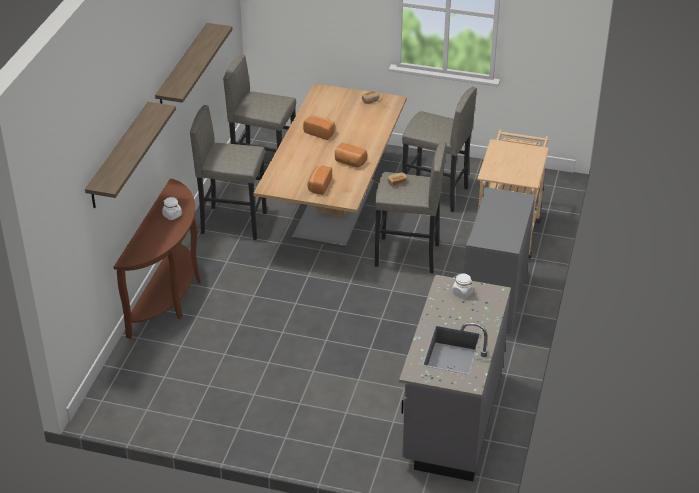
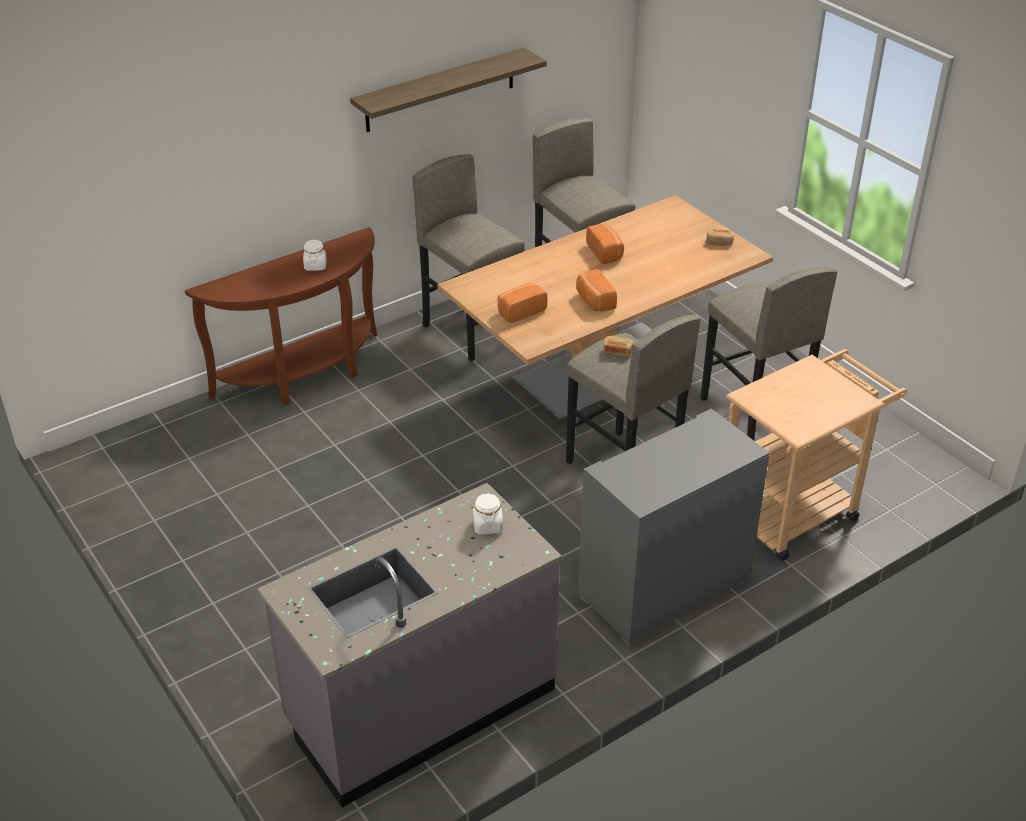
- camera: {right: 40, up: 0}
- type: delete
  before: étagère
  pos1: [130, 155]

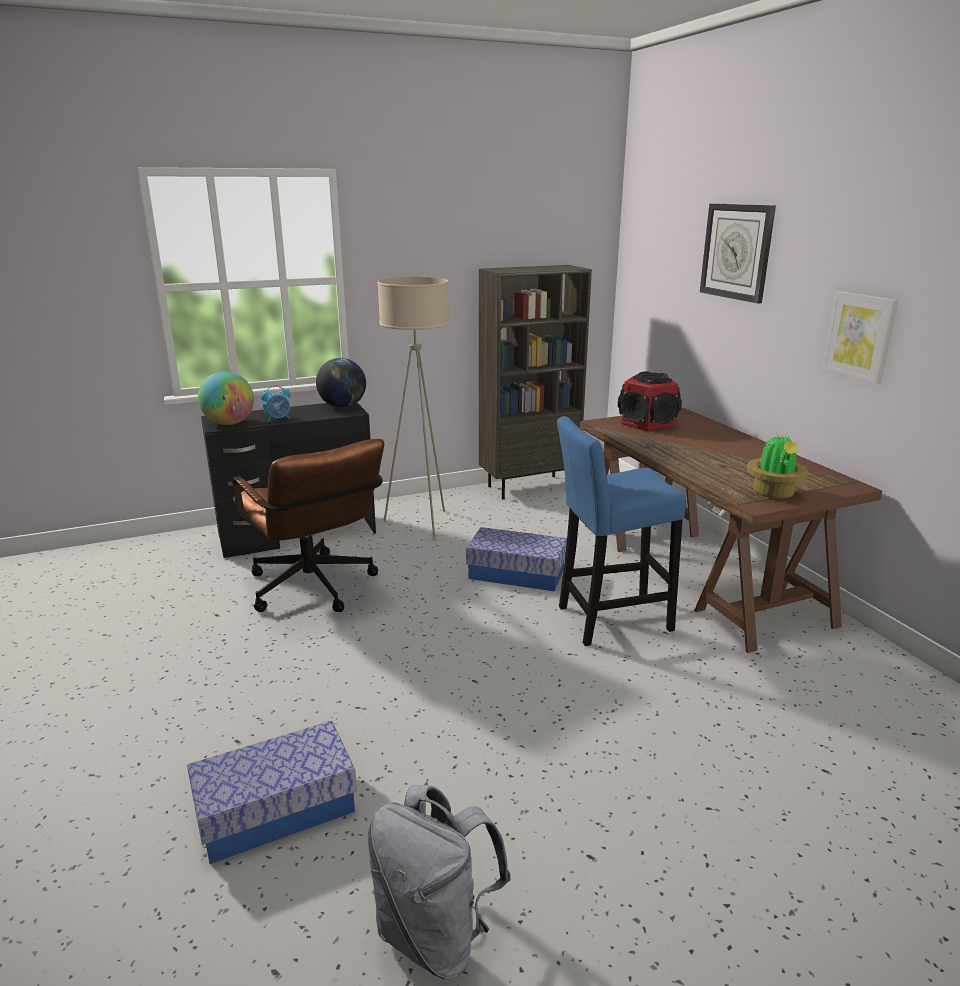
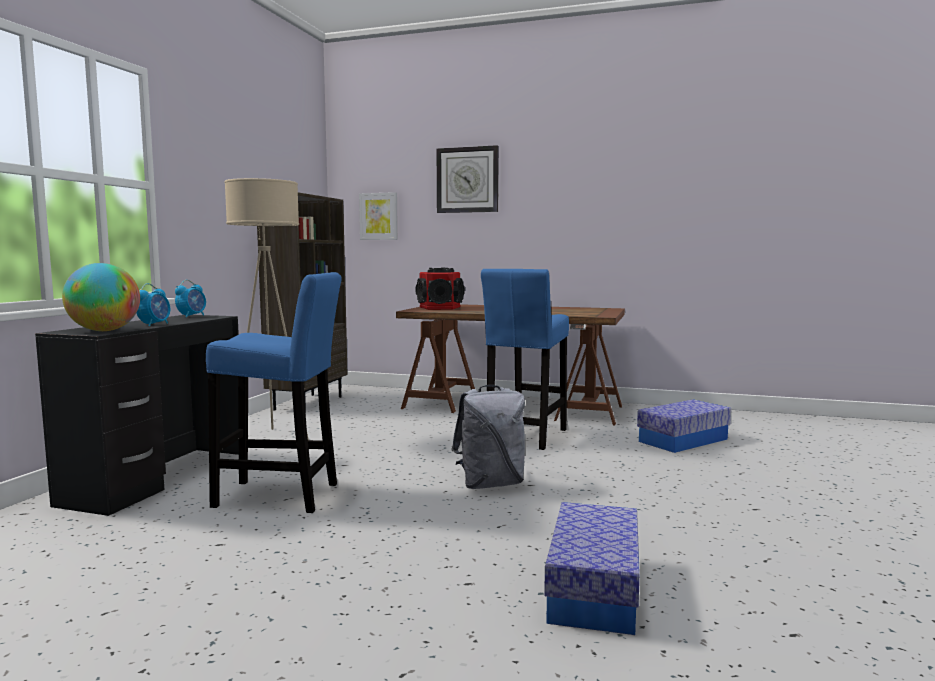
- camera: {right: -50, up: -15}
- type: replace
  before: globe
  after: réveil
  pos1: [341, 383]
  pos2: [190, 299]
- type: replace
  before: chaise de bureau [marron]
  after: tabouret [bleu]
  pos1: [308, 525]
  pos2: [274, 392]
- type: move
  before: tableau
  pos1: [860, 337]
  pos2: [378, 216]
- type: move
  before: sac à dos [gris]
  pos1: [439, 882]
  pos2: [488, 437]
- type: move
  before: boîte de rangement
  pos1: [516, 559]
  pos2: [684, 426]
- type: delete
  before: plante en pot
  pos1: [777, 465]

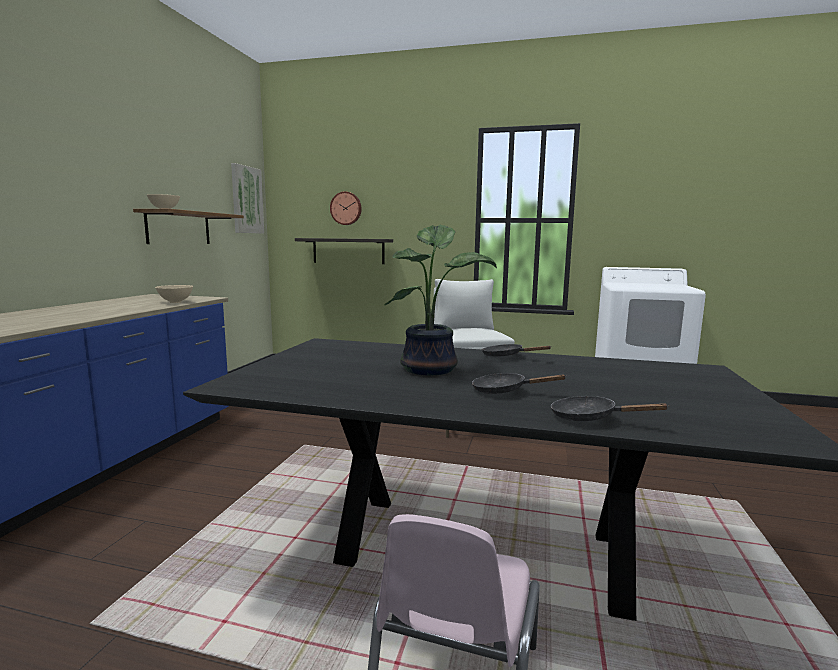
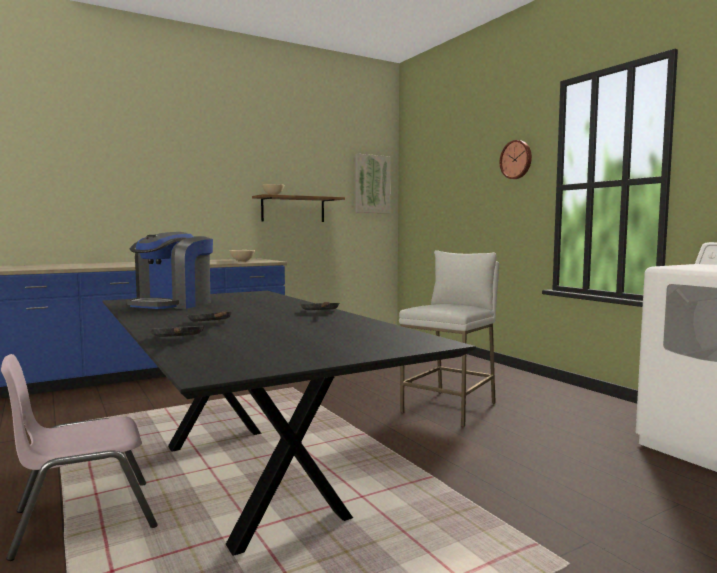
- camera: {right: 45, up: -5}
- type: insert
  after: machine à café
  pos2: [170, 270]
- type: move
  before: horloge murale
  pos1: [346, 208]
  pos2: [516, 159]
- type: delete
  before: étagère
  pos1: [344, 251]
- type: delete
  before: plante en pot
  pos1: [440, 300]

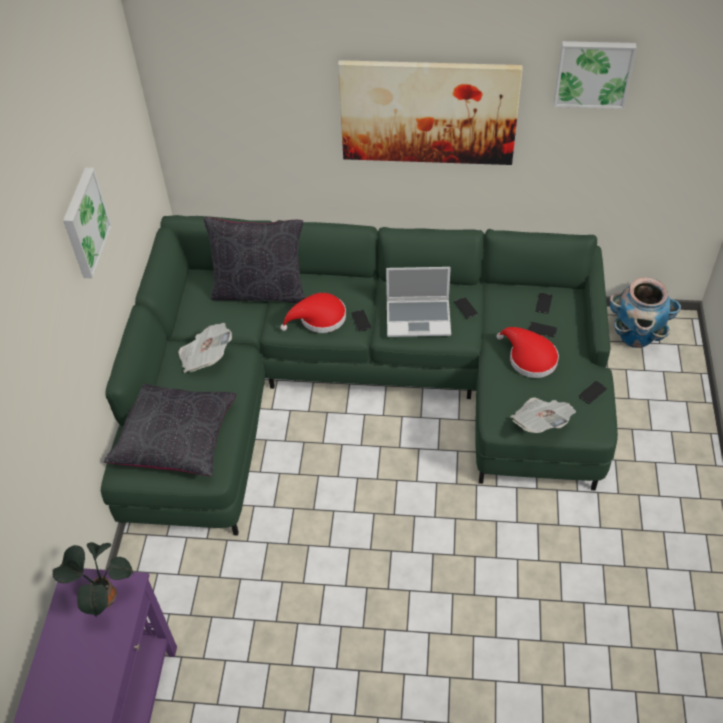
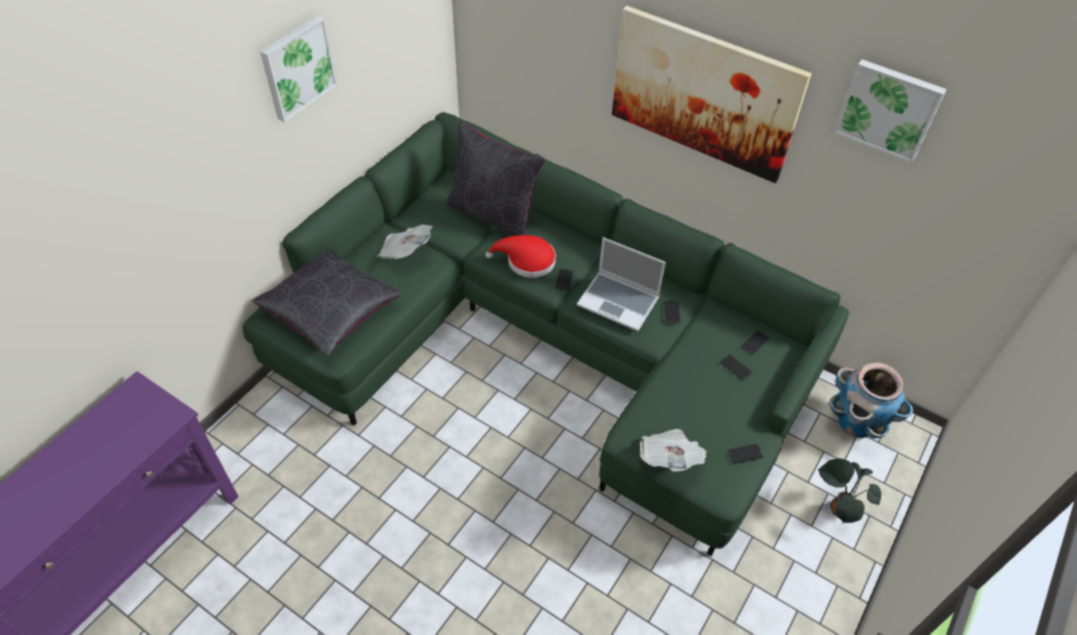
- camera: {right: 25, up: 0}
- type: move
  before: plante en pot
  pos1: [93, 579]
  pos2: [849, 490]
- type: delete
  before: chapeau [rouge]
  pos1: [527, 352]

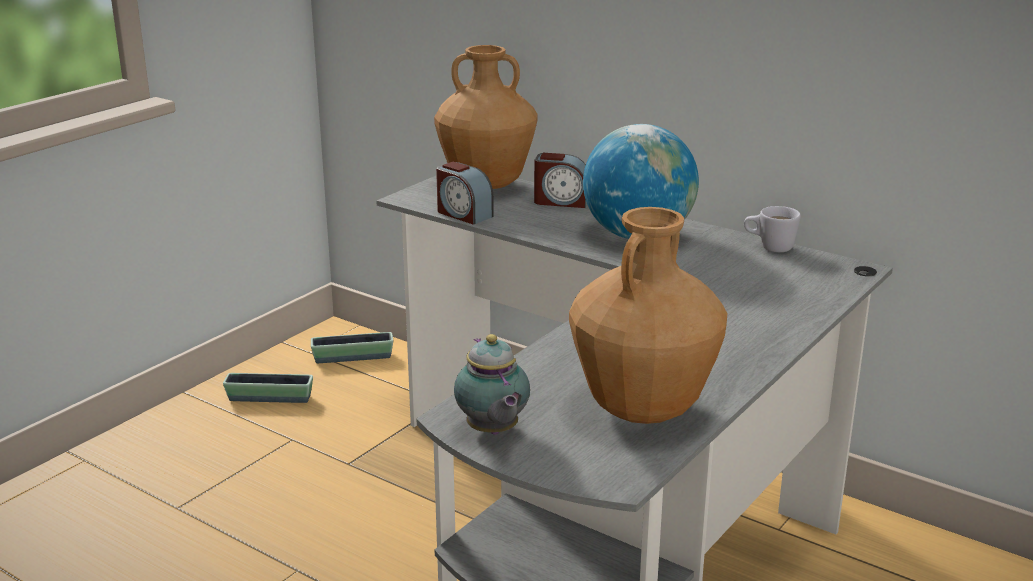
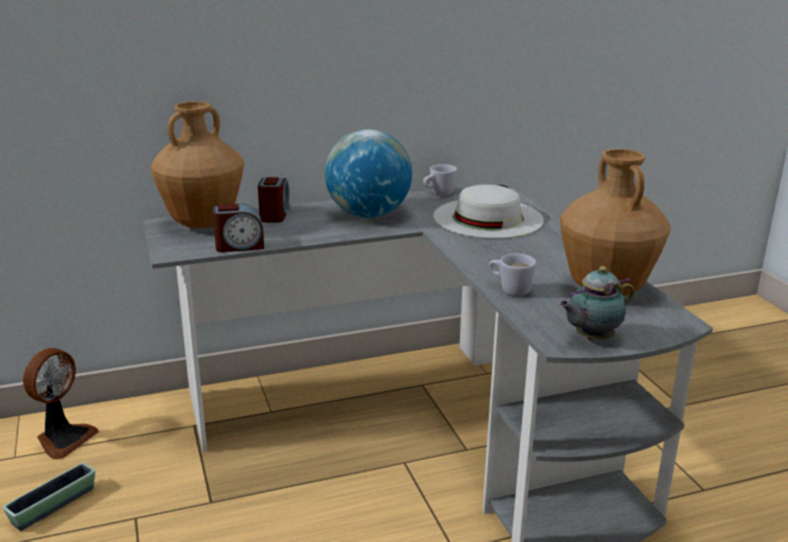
- camera: {right: -55, up: 0}
- type: replace
  before: cache-pot
  after: ventilateur
  pos1: [352, 347]
  pos2: [61, 403]
- type: rotate
  before: réveil
  pos1: [560, 180]
  pos2: [273, 200]
  turn: -45
- type: insert
  after: chapeau [blanc]
  pos2: [488, 211]
- type: insert
  after: mug [blanc]
  pos2: [513, 275]
- type: rotate
  before: théière
  pos1: [492, 384]
  pos2: [596, 303]
  turn: 135

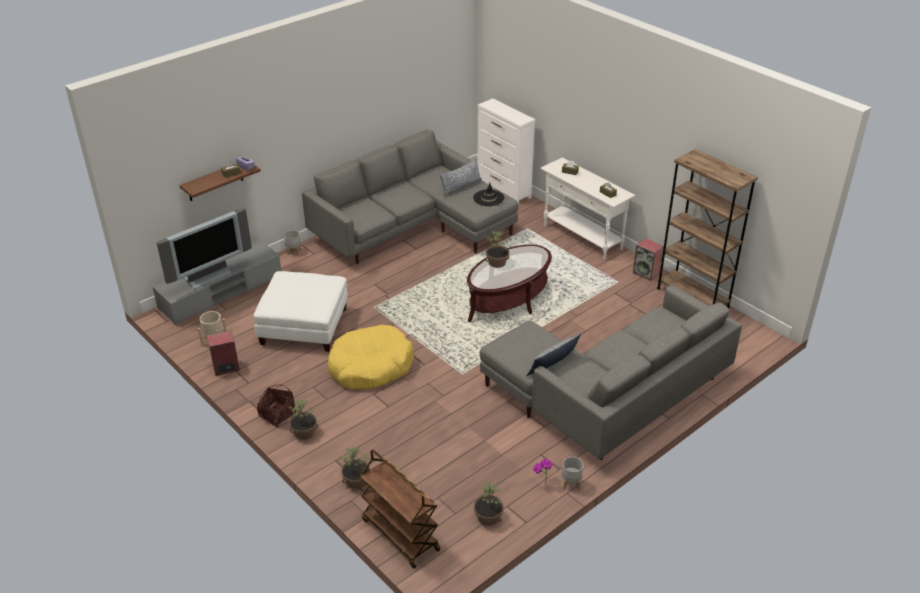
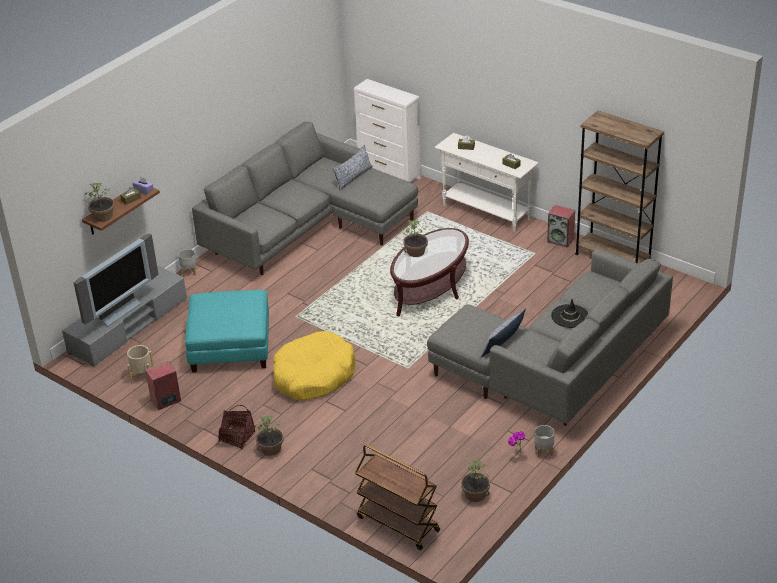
- camera: {right: -10, up: 0}
- type: move
  before: plante en pot
  pos1: [355, 468]
  pos2: [99, 202]
- type: recolor
  before: pouf [blanc]
  after: pouf [turquoise]
  pos1: [301, 311]
  pos2: [227, 331]
- type: move
  before: chapeau [noir]
  pos1: [488, 194]
  pos2: [569, 313]

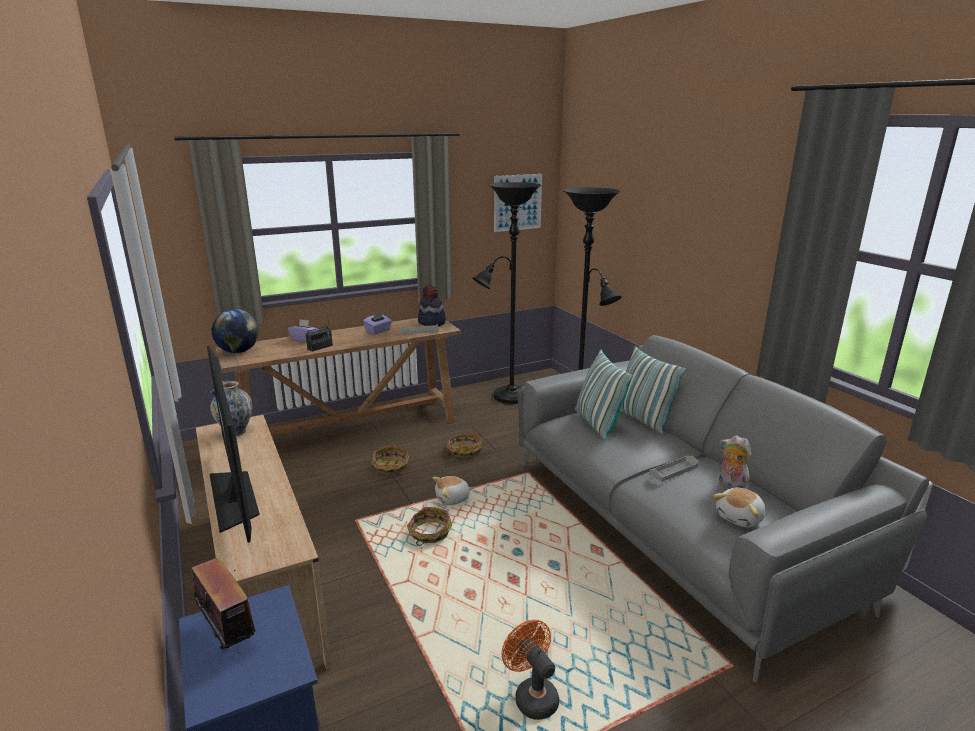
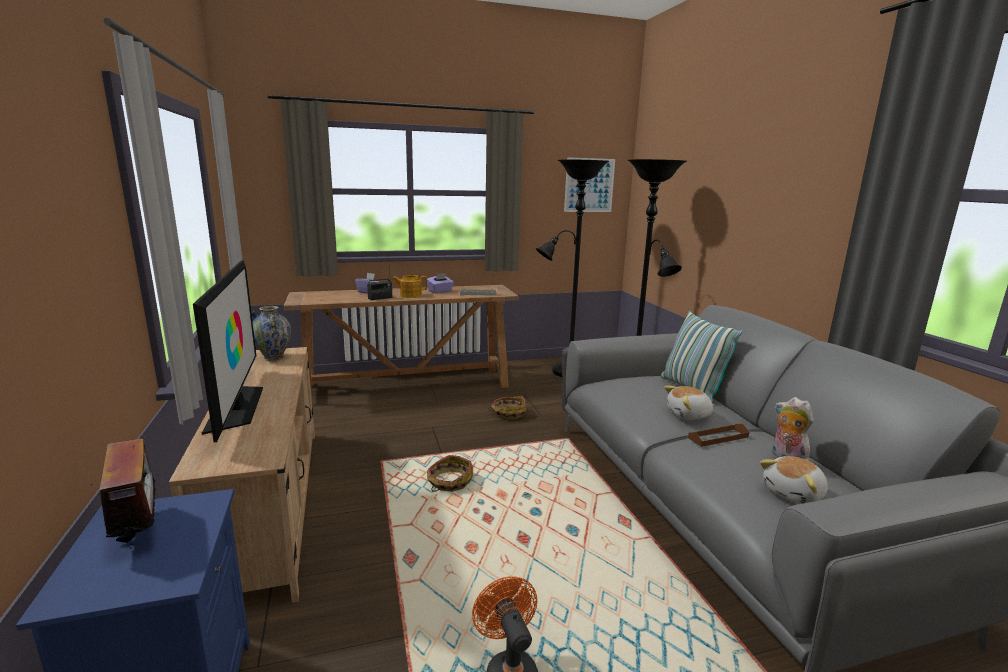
- camera: {right: 10, up: -5}
- type: insert
  after: théière
  pos2: [409, 286]
- type: move
  before: peluche
  pos1: [453, 490]
  pos2: [689, 403]
- type: recolor
  before: plateau [gris]
  after: plateau [marron]
  pos1: [674, 469]
  pos2: [718, 435]
- type: delete
  before: globe
  pos1: [235, 331]
- type: delete
  before: panier
  pos1: [390, 460]
- type: delete
  before: chapeau
  pos1: [432, 305]
- type: delete
  before: coussin
  pos1: [604, 394]

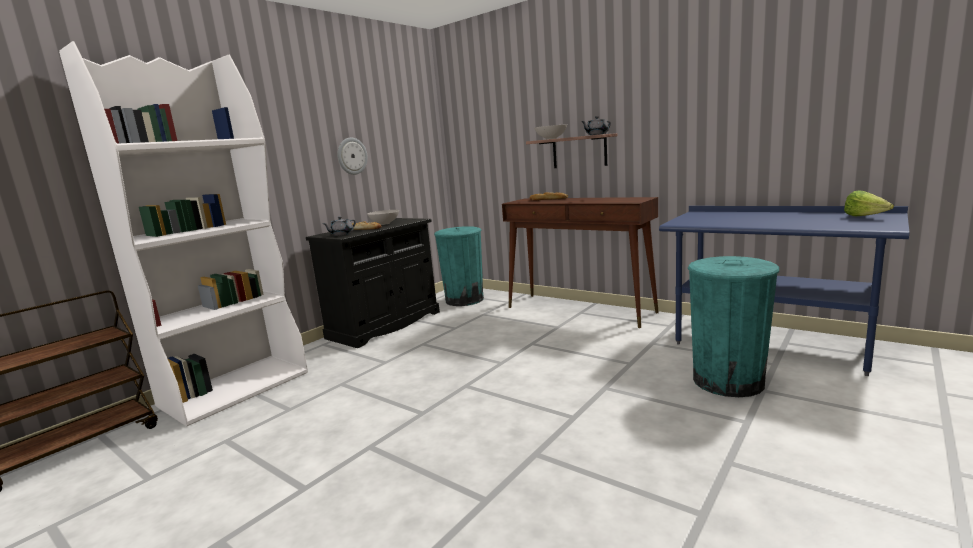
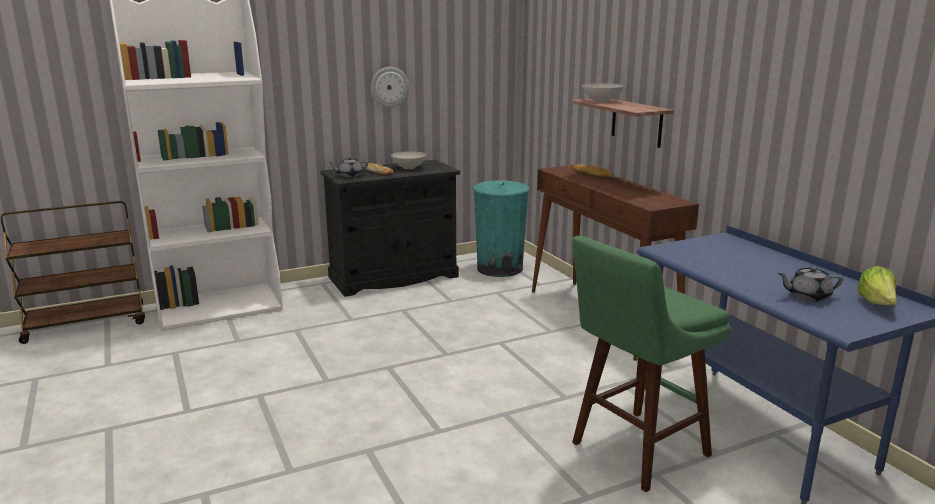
- camera: {right: 25, up: 5}
- type: replace
  before: poubelle [turquoise]
  after: tabouret [vert]
  pos1: [733, 326]
  pos2: [651, 364]
- type: move
  before: théière [gris]
  pos1: [596, 125]
  pos2: [810, 284]

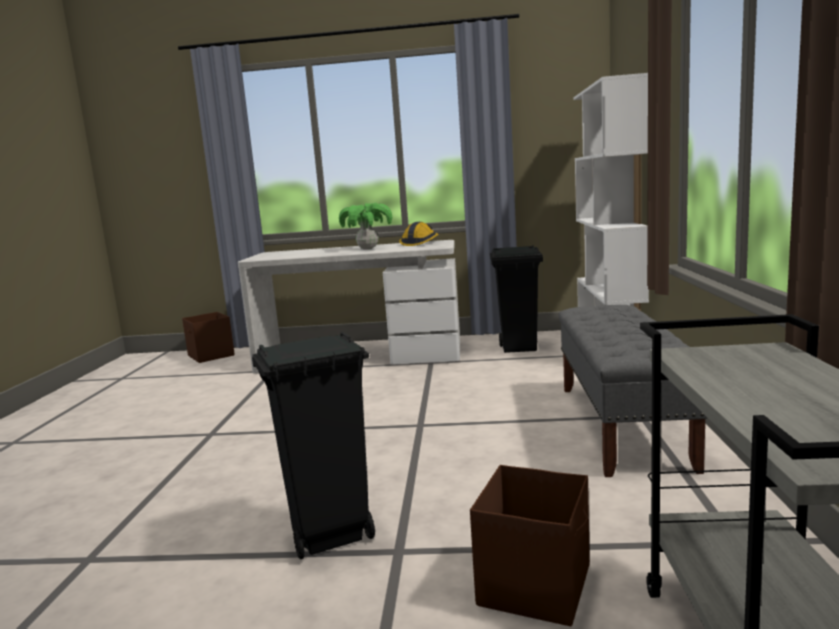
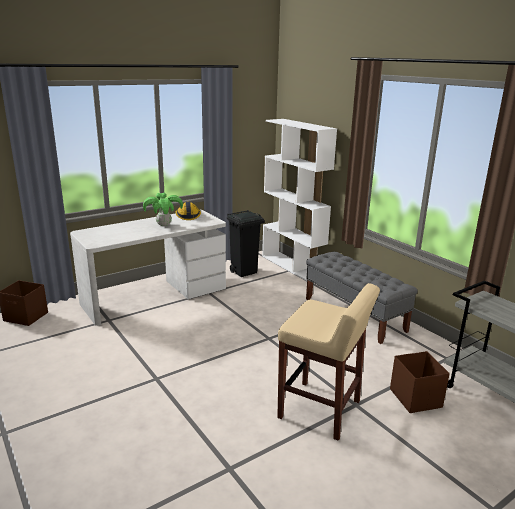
- camera: {right: -40, up: 10}
- type: replace
  before: poubelle [noir]
  after: tabouret [beige]
  pos1: [313, 445]
  pos2: [328, 362]

